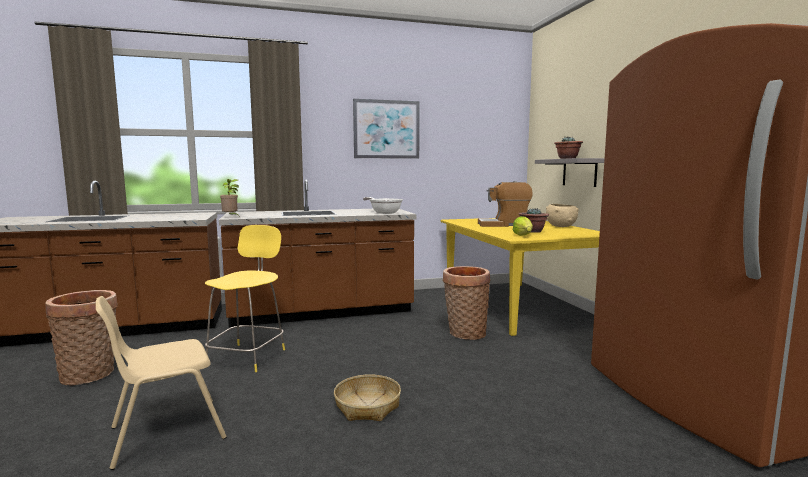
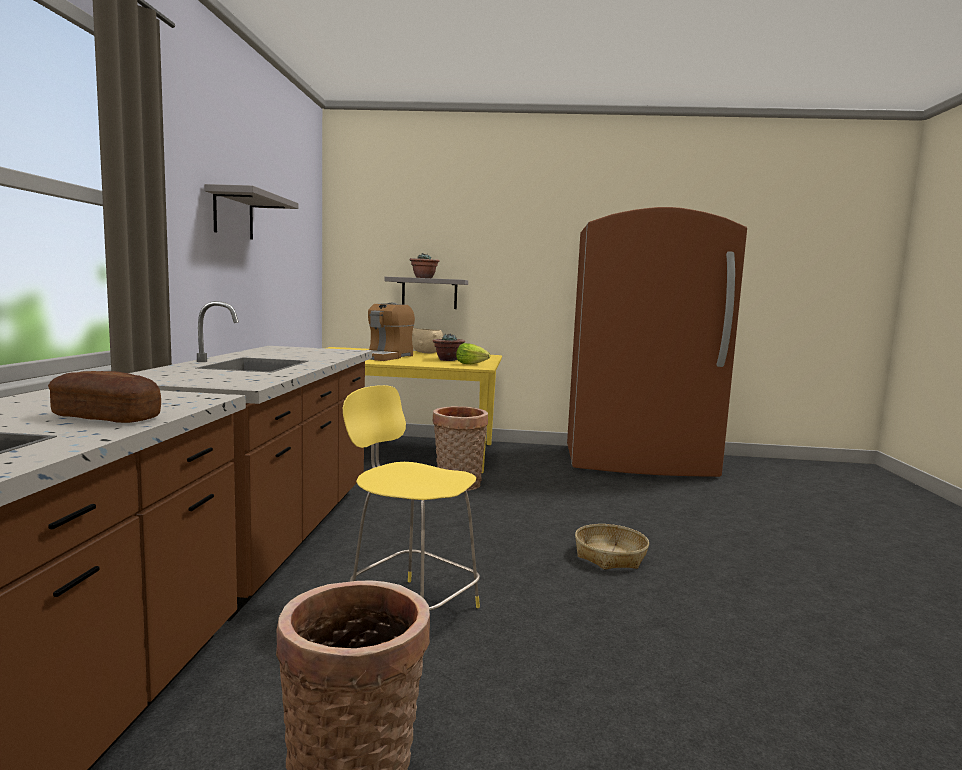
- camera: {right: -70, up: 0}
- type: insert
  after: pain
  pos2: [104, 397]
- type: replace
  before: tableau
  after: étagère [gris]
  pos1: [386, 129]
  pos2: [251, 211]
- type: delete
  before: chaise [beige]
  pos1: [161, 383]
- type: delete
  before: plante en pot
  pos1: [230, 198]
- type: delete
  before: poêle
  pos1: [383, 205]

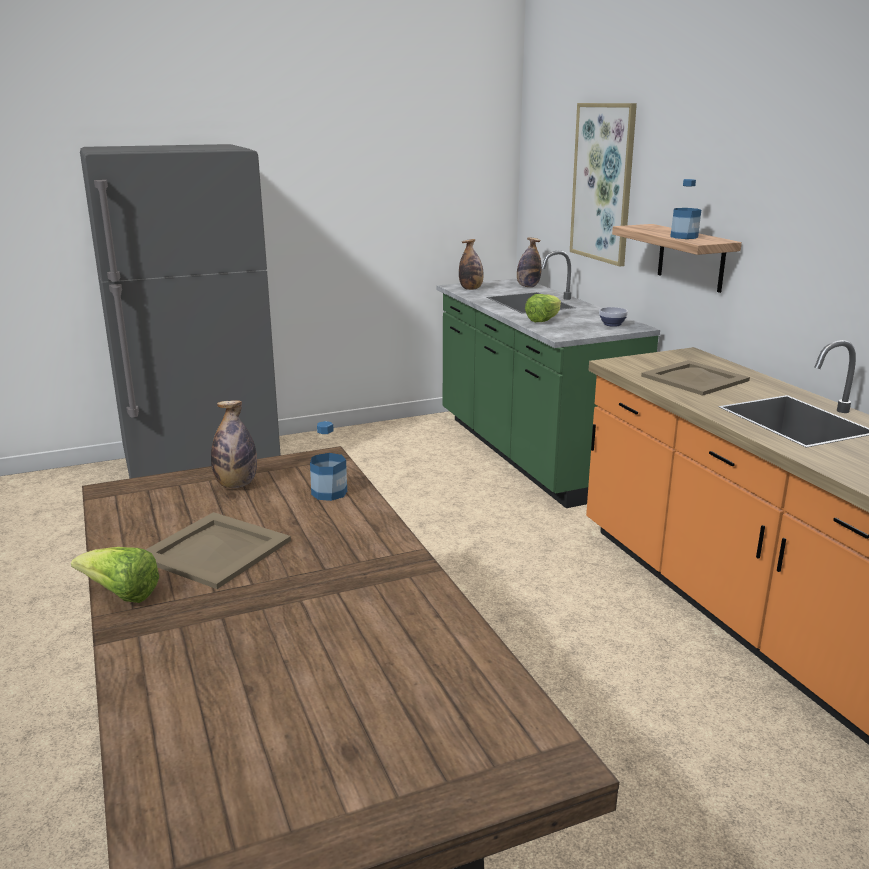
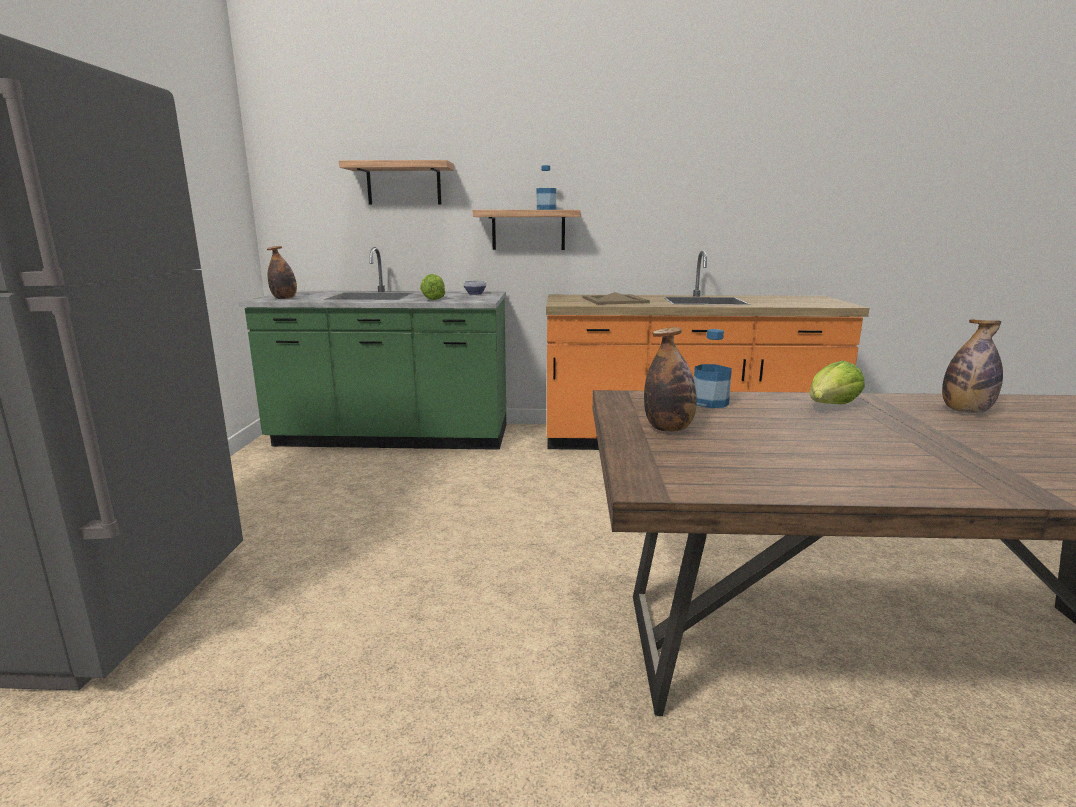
- camera: {right: -65, up: -5}
- type: replace
  before: tableau
  after: étagère
  pos1: [603, 185]
  pos2: [396, 182]
- type: move
  before: laitue
  pos1: [115, 575]
  pos2: [837, 382]
- type: move
  before: bouteille
  pos1: [529, 262]
  pos2: [972, 366]
- type: delete
  before: plateau [beige]
  pos1: [218, 550]

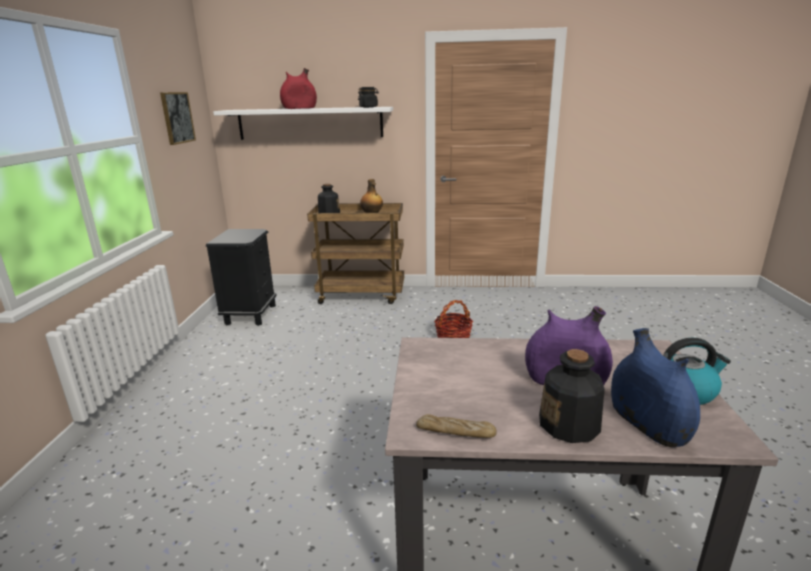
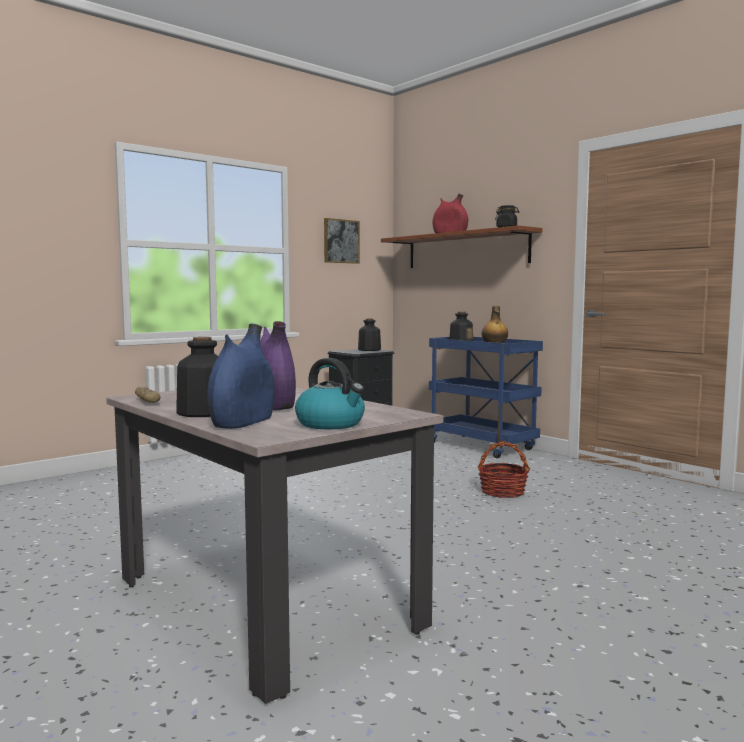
- camera: {right: 45, up: -15}
- type: insert
  after: bouteille
  pos2: [369, 335]
- type: recolor
  before: étagère [blanc]
  after: étagère [marron]
  pos1: [303, 123]
  pos2: [461, 246]
- type: recolor
  before: chariot [marron]
  after: chariot [bleu]
  pos1: [355, 253]
  pos2: [486, 397]

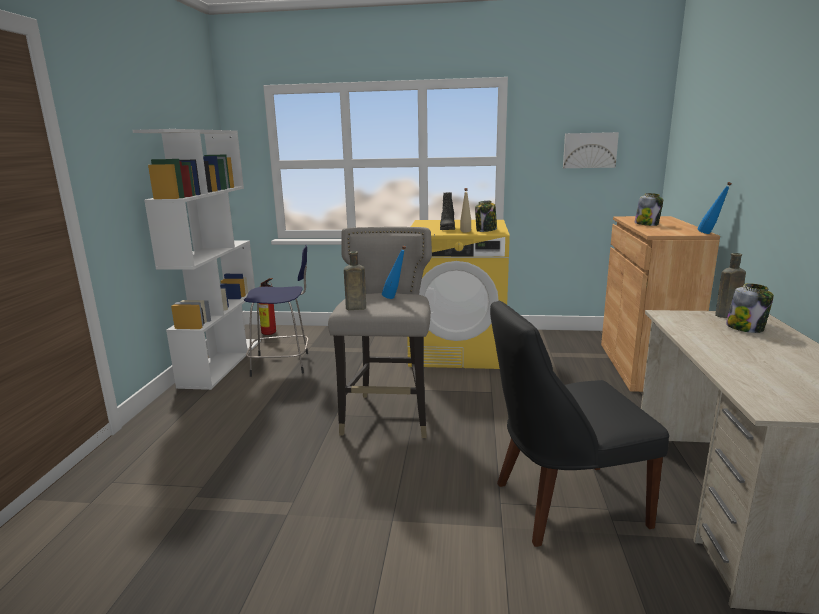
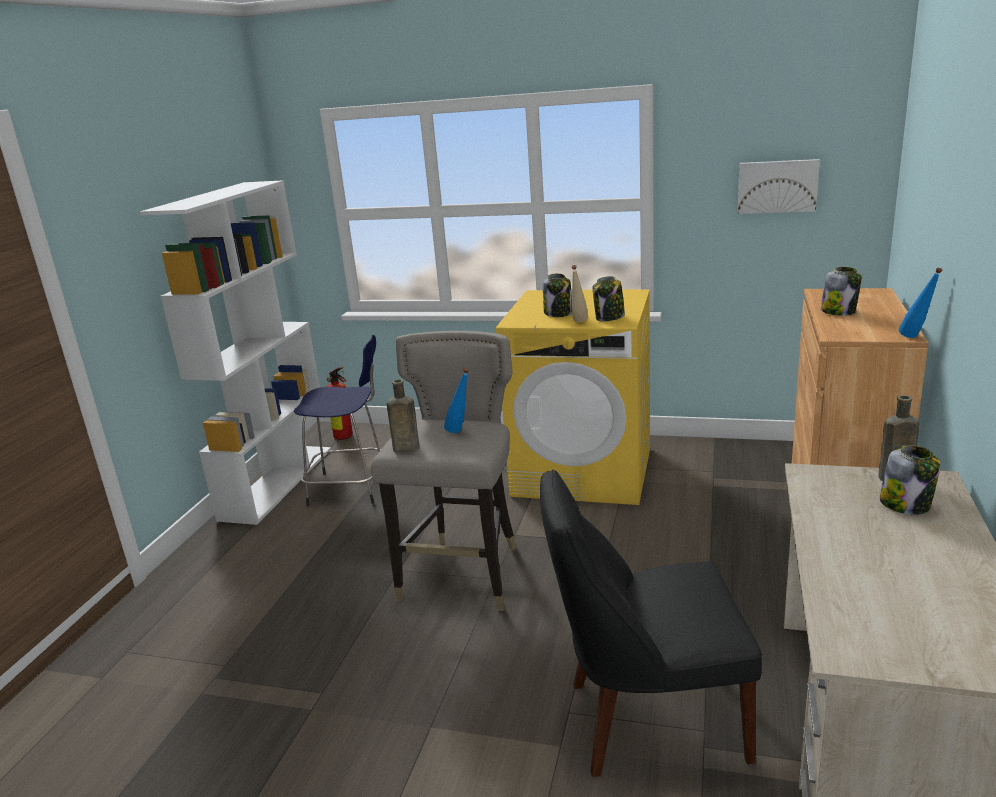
- camera: {right: 10, up: 5}
- type: replace
  before: botte [noir]
  after: bocal
  pos1: [447, 211]
  pos2: [557, 295]

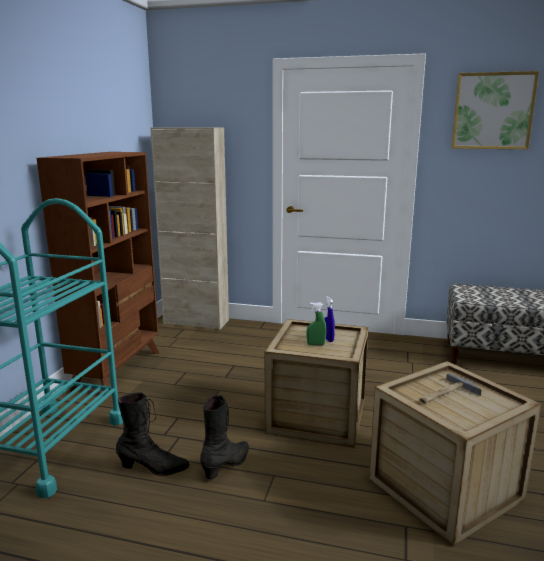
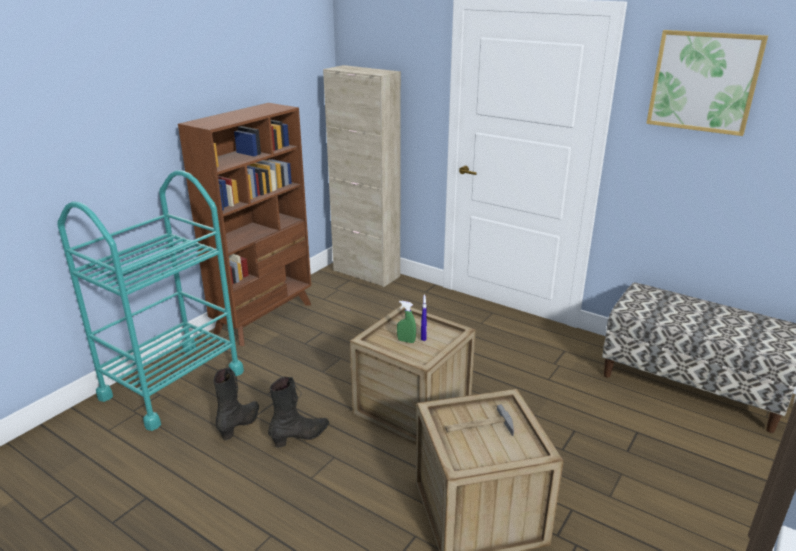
- camera: {right: 20, up: 10}
- type: rotate
  before: botte [noir]
  pos1: [153, 434]
  pos2: [236, 403]
  turn: -90

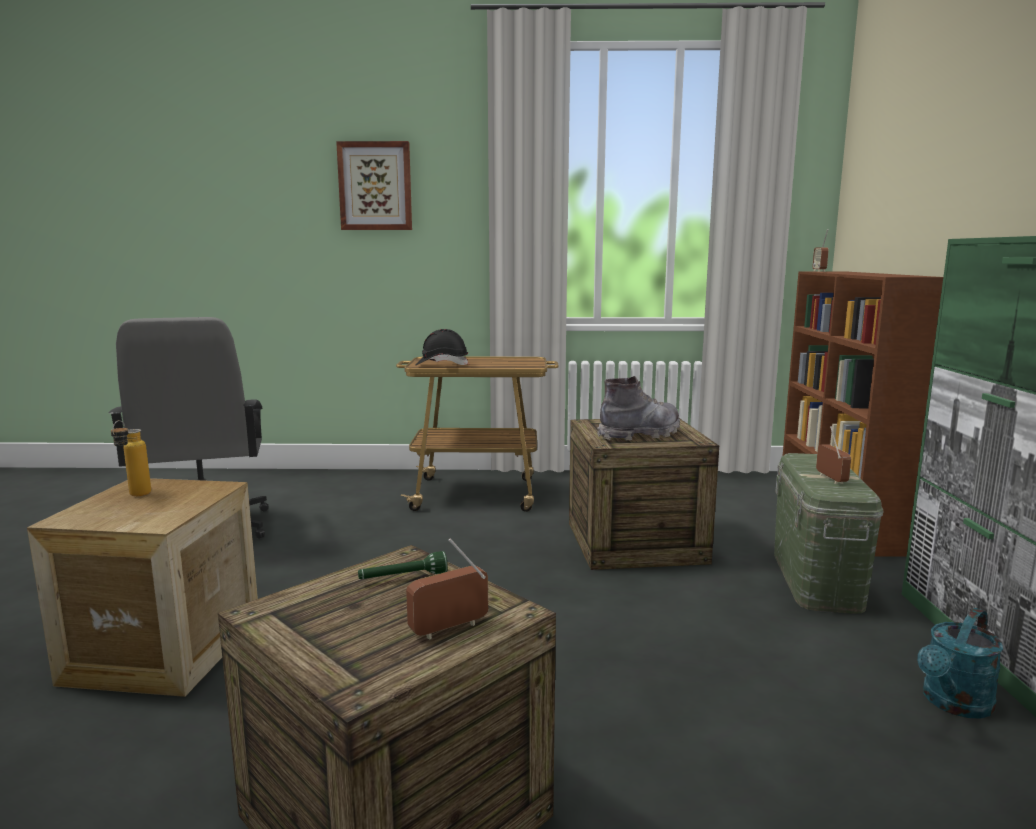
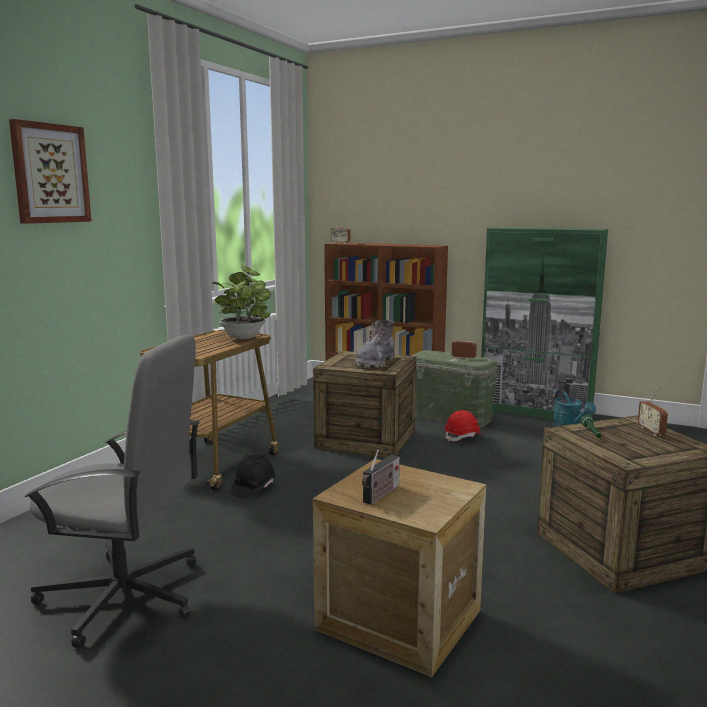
- camera: {right: -65, up: 0}
- type: insert
  after: plante en pot
  pos2: [241, 302]
- type: move
  before: casque de chantier [noir]
  pos1: [442, 347]
  pos2: [253, 477]
- type: rotate
  before: botte [gris]
  pos1: [638, 408]
  pos2: [375, 344]
  turn: -150
- type: replace
  before: bouteille
  after: radio
  pos1: [131, 458]
  pos2: [381, 477]
- type: insert
  after: casque de chantier [rouge]
  pos2: [463, 426]

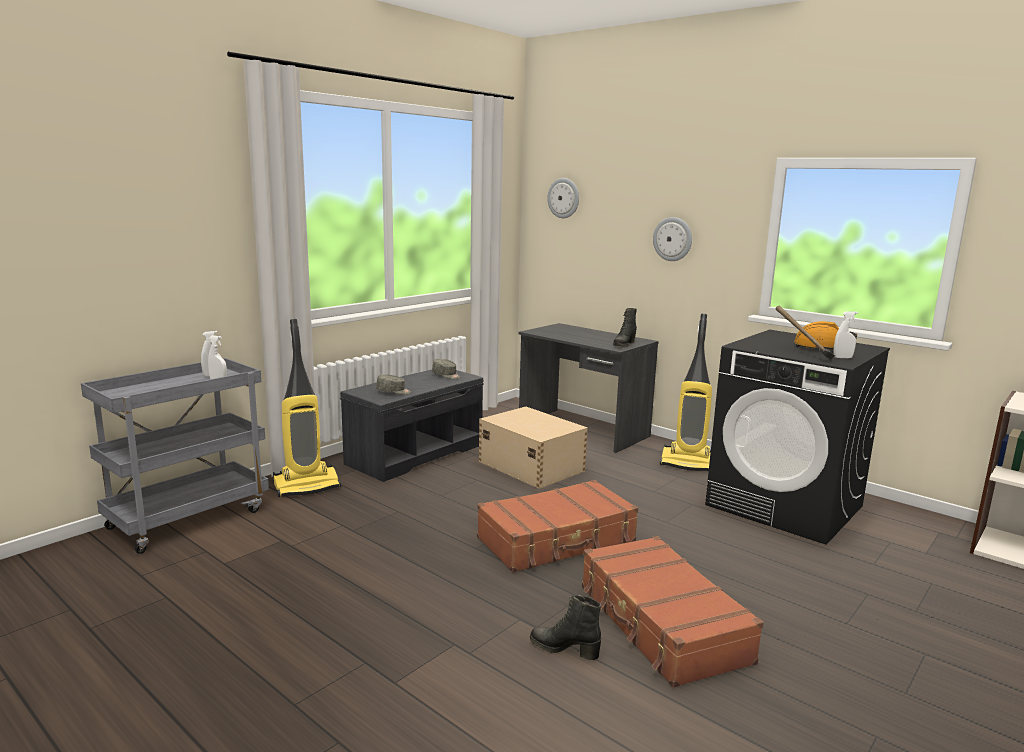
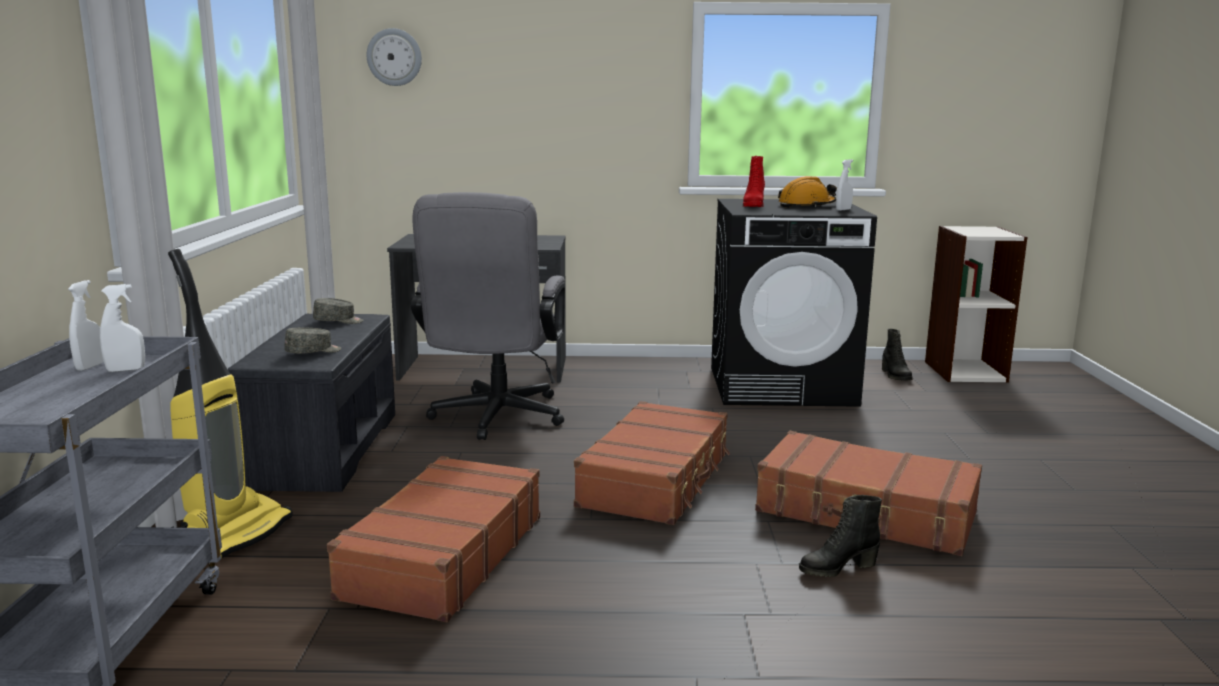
- camera: {right: -40, up: 0}
- type: insert
  after: valise [marron]
  pos2: [433, 539]
- type: replace
  before: boîte de rangement [beige]
  after: chaise de bureau [gris]
  pos1: [533, 448]
  pos2: [488, 316]
- type: insert
  after: botte [rouge]
  pos2: [754, 181]
- type: move
  before: botte [noir]
  pos1: [625, 327]
  pos2: [897, 355]
- type: delete
  before: horloge murale
  pos1: [672, 239]
- type: delete
  before: aspirateur
  pos1: [686, 392]
- type: delete
  before: marteau
  pos1: [805, 333]

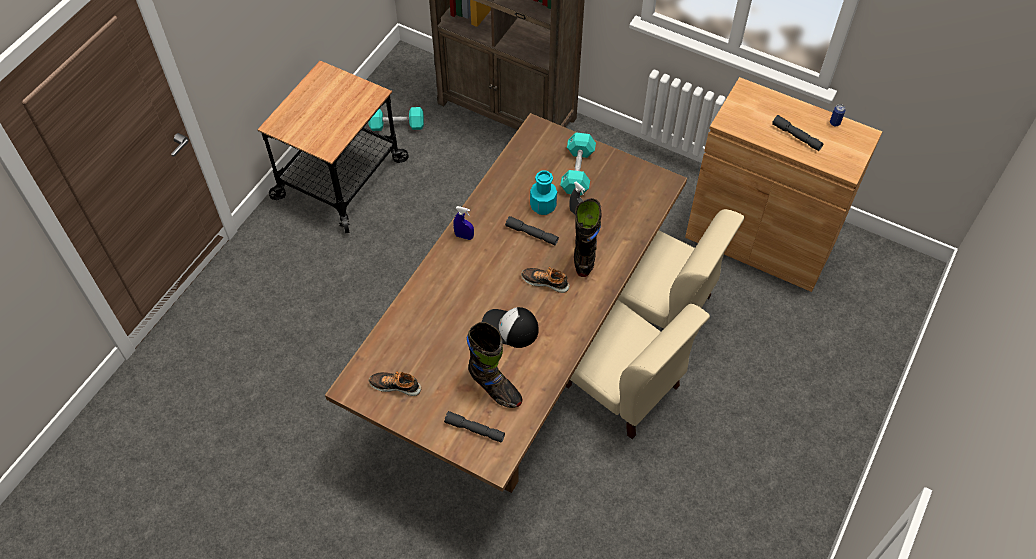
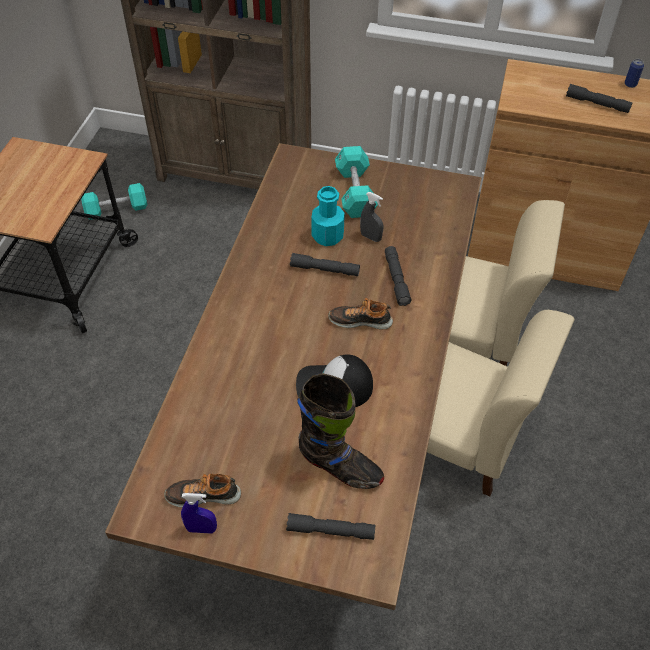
- camera: {right: -15, up: -5}
- type: move
  before: vaporisateur [bleu]
  pos1: [463, 223]
  pos2: [199, 513]
- type: replace
  before: botte [noir]
  after: lampe de poche [gris]
  pos1: [587, 237]
  pos2: [398, 276]

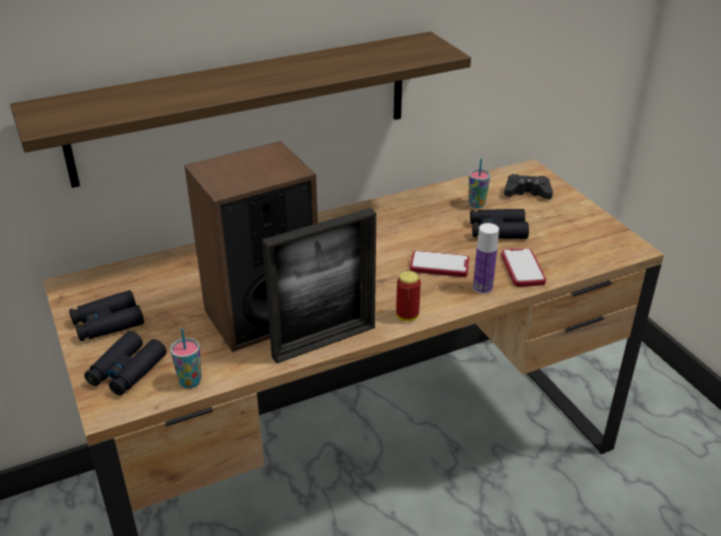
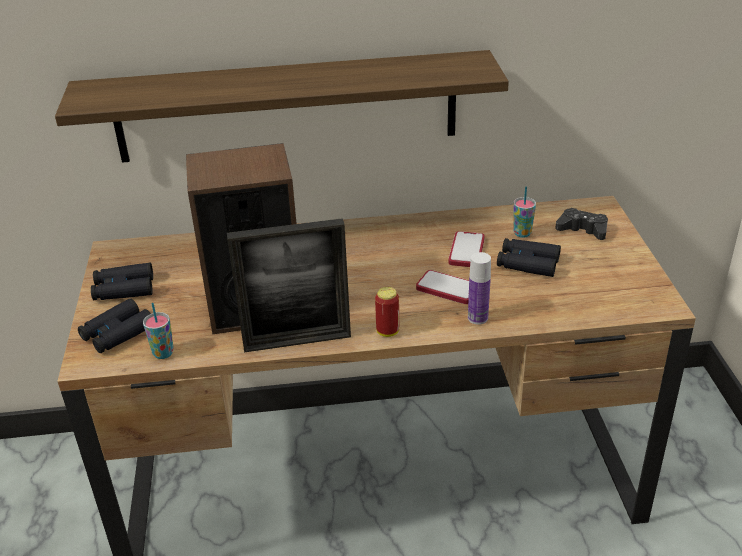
- camera: {right: 20, up: 0}
- type: move
  before: téléphone
  pos1: [523, 267]
  pos2: [466, 249]

